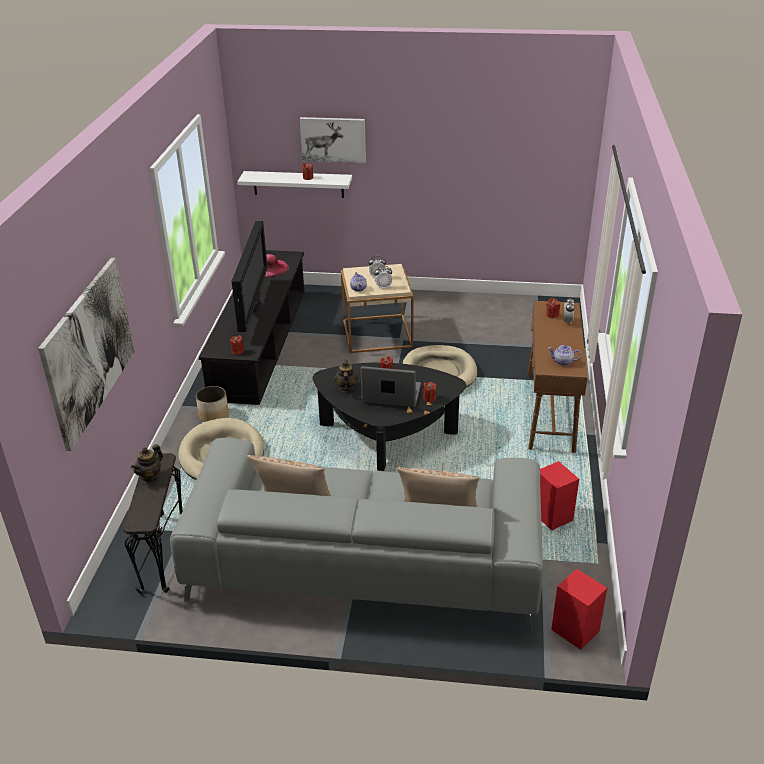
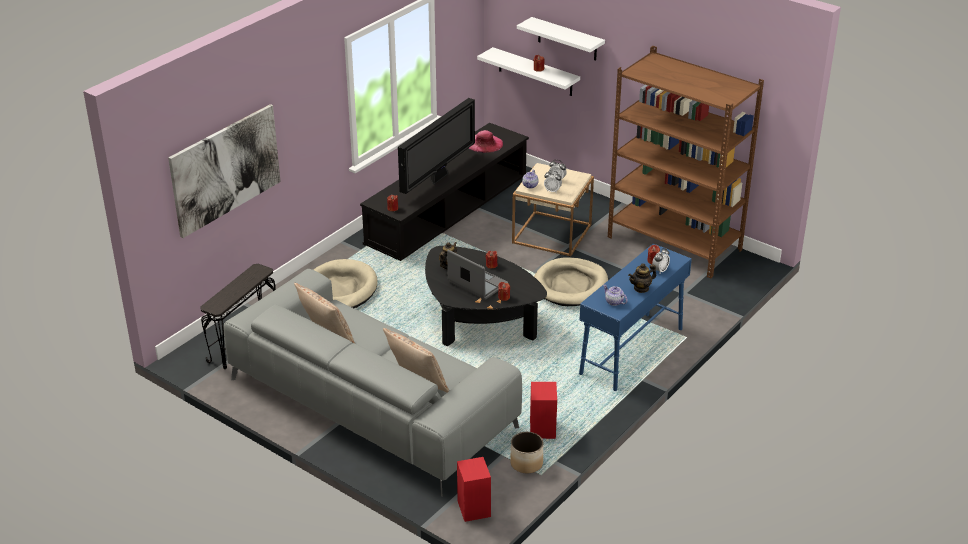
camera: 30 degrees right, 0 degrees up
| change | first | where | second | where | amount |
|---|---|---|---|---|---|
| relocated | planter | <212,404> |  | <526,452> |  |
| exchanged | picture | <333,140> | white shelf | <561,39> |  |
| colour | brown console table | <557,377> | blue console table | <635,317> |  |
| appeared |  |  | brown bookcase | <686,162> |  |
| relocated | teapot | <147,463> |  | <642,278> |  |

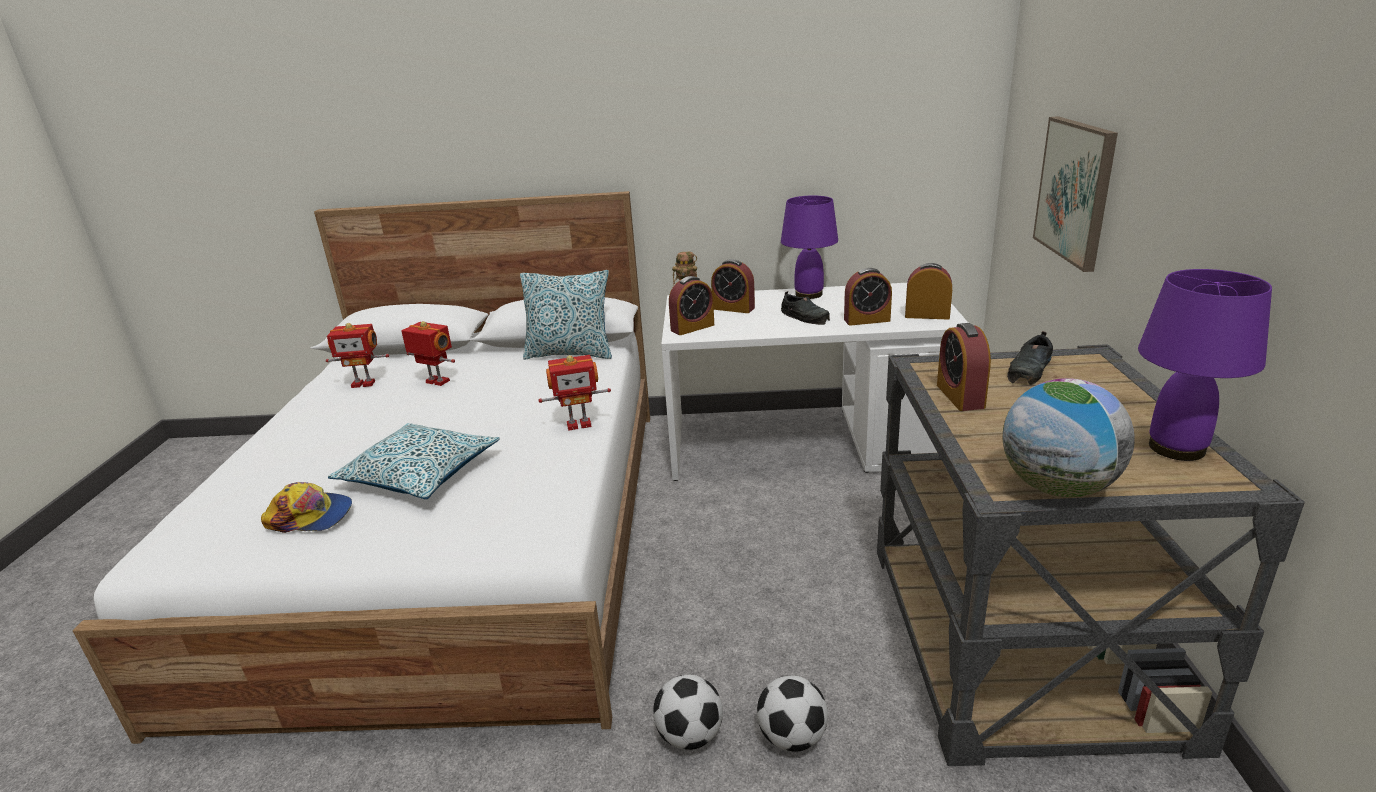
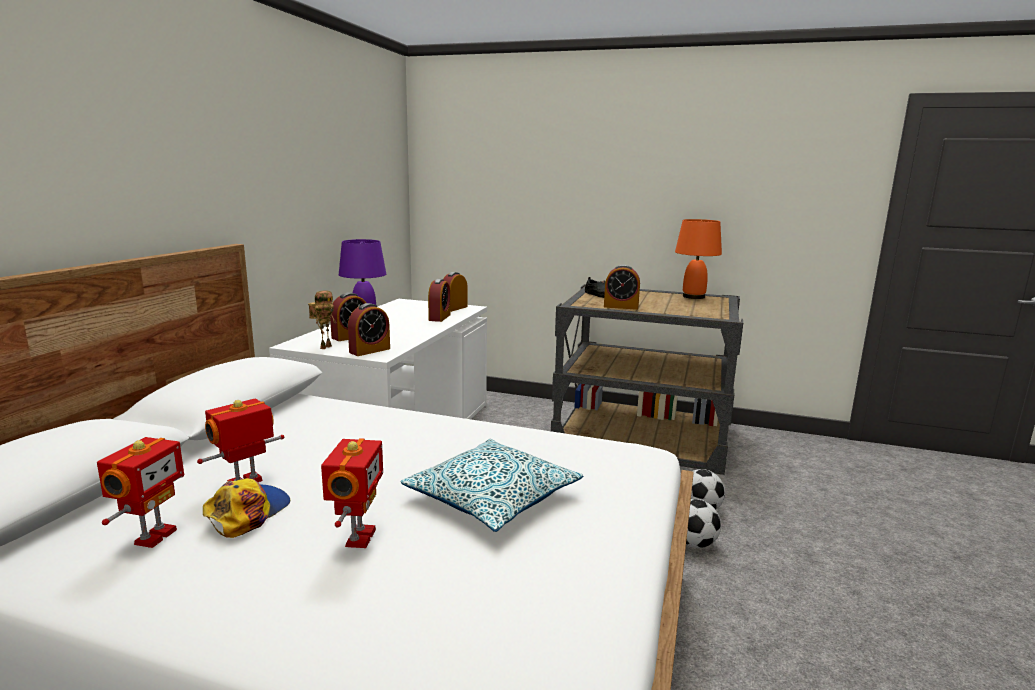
camera: 75 degrees left, 10 degrees down
| change | first | where | second | where | amount |
|---|---|---|---|---|---|
| relocated | cap | <306,507> |  | <246,508> |  |
| relocated | toy robot | <574,393> |  | <352,493> |  |
| spun | alarm clock | <691,305> |  | <369,329> | 60 degrees clockwise |
| colour | purple table lamp | <1205,365> | orange table lamp | <698,259> |  |
| missing | pillow | <566,315> |  |  |  |
| missing | black shoe | <805,308> |  |  |  |
| missing | globe | <1069,437> |  |  |  |
| missing | picture | <1075,194> |  |  |  |

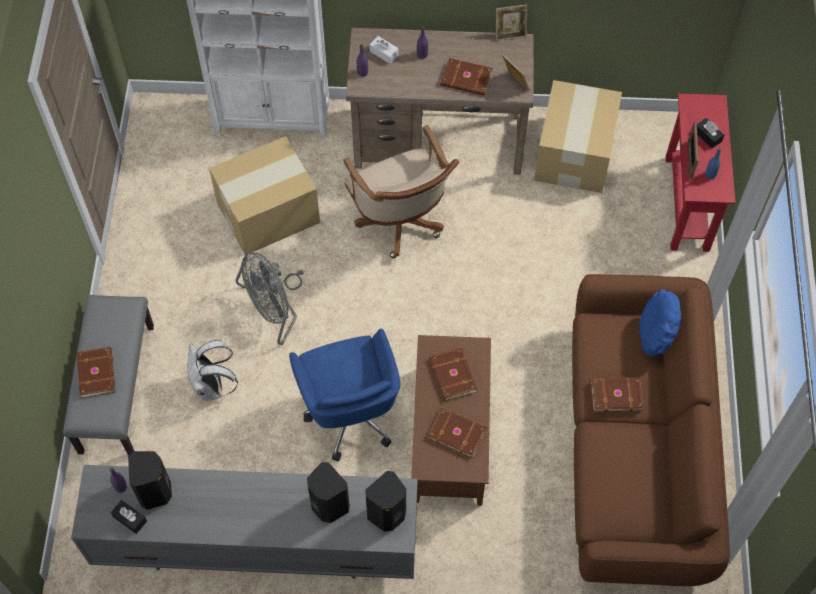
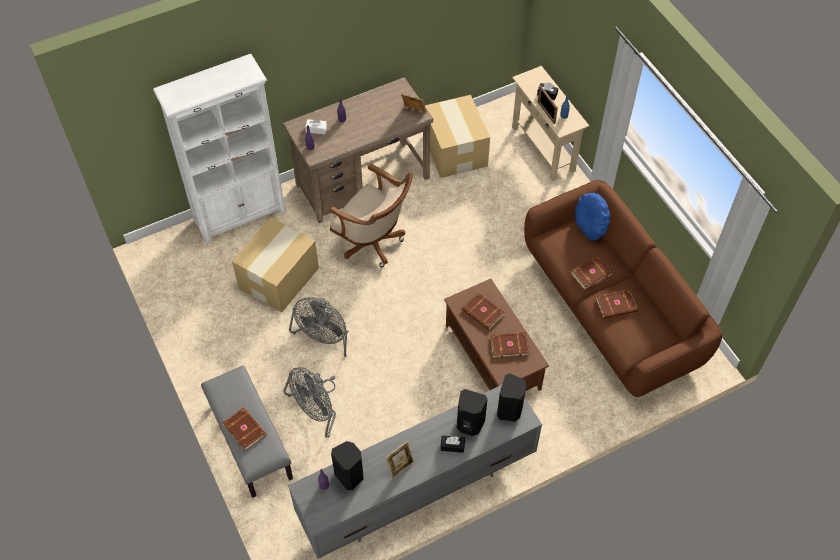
camera: 30 degrees left, 5 degrees down
| change | first | where | second | where | amount |
|---|---|---|---|---|---|
| exchanged | white backpack | <212,370> | grey fan | <309,402> |  |
| relocated | picture frame | <511,23> |  | <399,459> |  |
| relocated | black tissue box | <129,517> |  | <453,444> |  |
| colour | red console table | <700,172> | beige console table | <550,123> |  |
| relocated | brown book | <466,77> |  | <617,304> |  |
| missing | blue office chair | <344,395> |  |  |  |

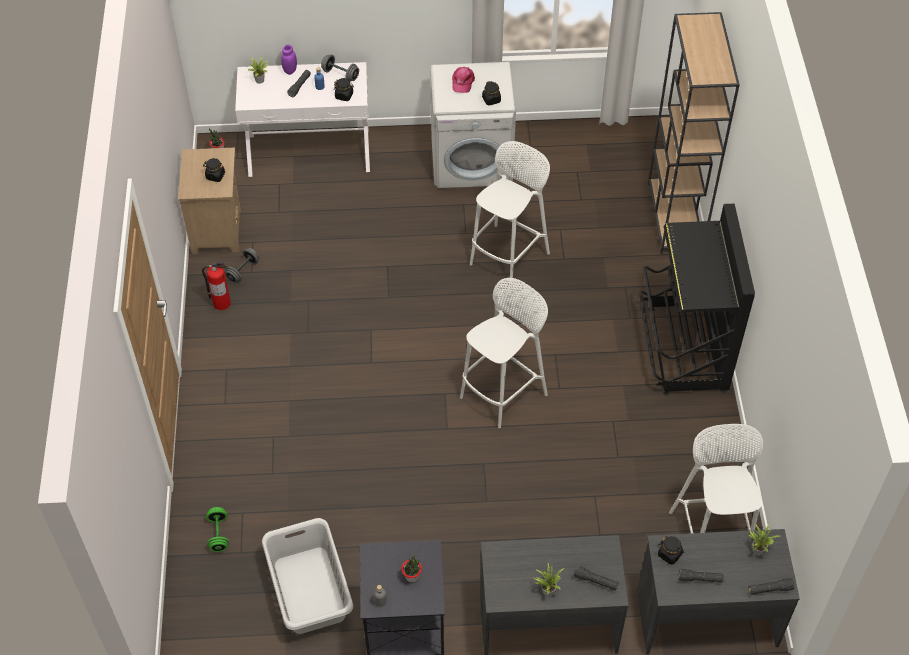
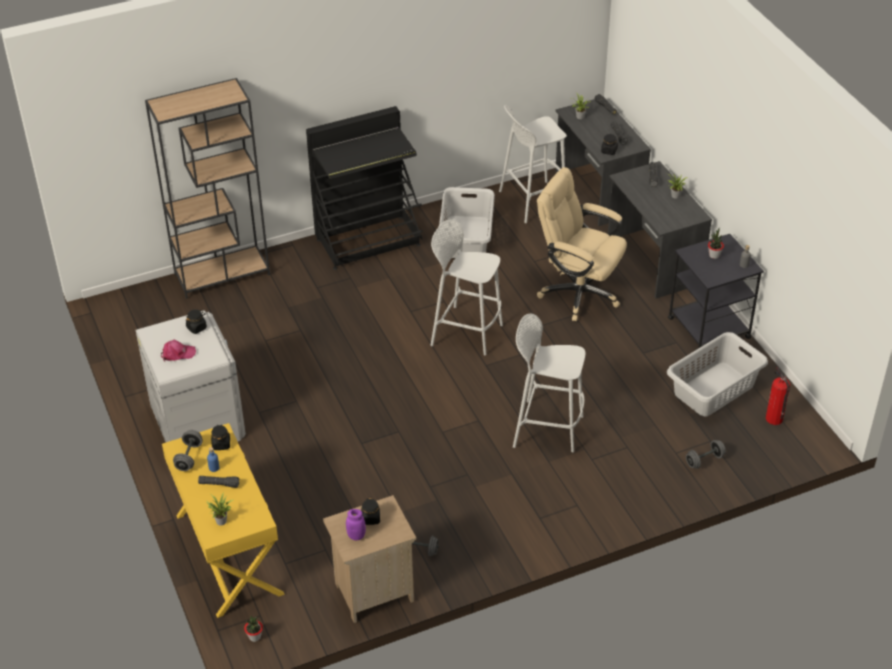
camera: 110 degrees left, 10 degrees down
| change | first | where | second | where | amount |
|---|---|---|---|---|---|
| colour | white console table | <302,119> | yellow console table | <223,520> |  |
| relocated | purple jar | <289,60> |  | <356,524> |  |
| appeared |  |  | grey laundry basket | <467,222> |  |
| relocated | white stool | <510,209> |  | <549,383> |  |
| appeared |  |  | beige office chair | <582,244> |  |
| colour | green dumbbell | <217,529> | grey dumbbell | <706,454> |  |
| relocated | fire extinguisher | <216,286> |  | <778,396> |  |

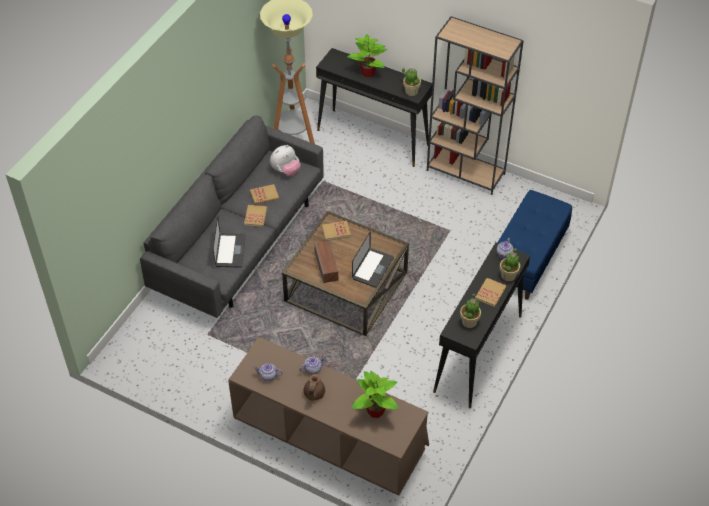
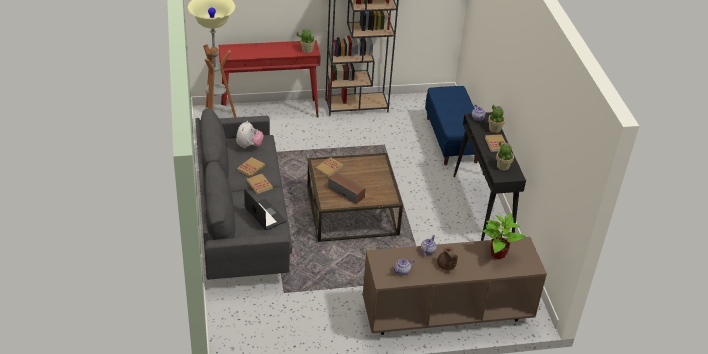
camera: 40 degrees left, 10 degrees down
| change | first | where | second | where | amount |
|---|---|---|---|---|---|
| colour | black console table | <374,107> | red console table | <270,79> |  |
| missing | potted plant | <367,56> |  |  |  |
| missing | laptop | <373,259> |  |  |  |

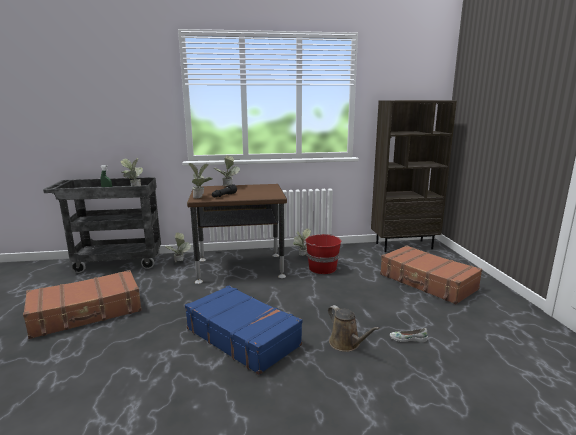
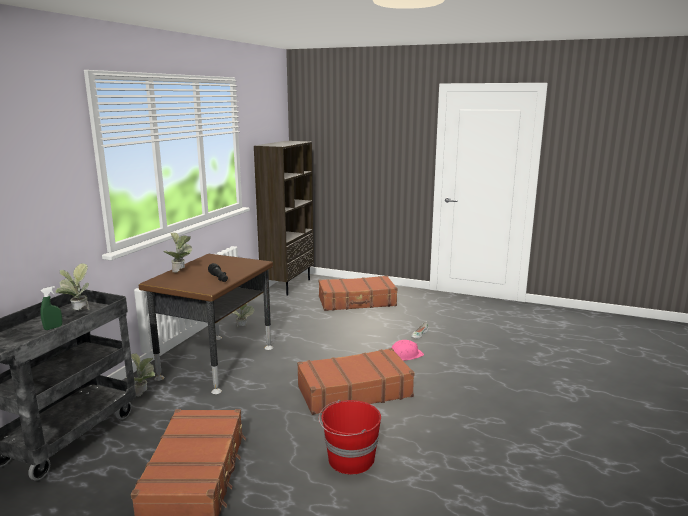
camera: 60 degrees left, 0 degrees up
| change | first | where | second | where | amount |
|---|---|---|---|---|---|
| colour | blue suitcase | <243,330> | brown suitcase | <356,381> |  |
| relocated | red bucket | <322,254> |  | <350,437> |  |
| exchanged | brown watering can | <354,328> | pink hard hat | <407,350> |  |
| missing | potted plant | <200,181> |  |  |  |

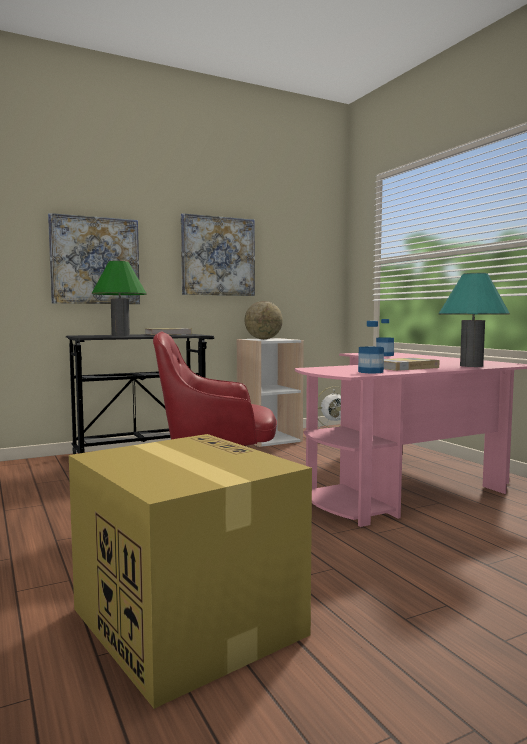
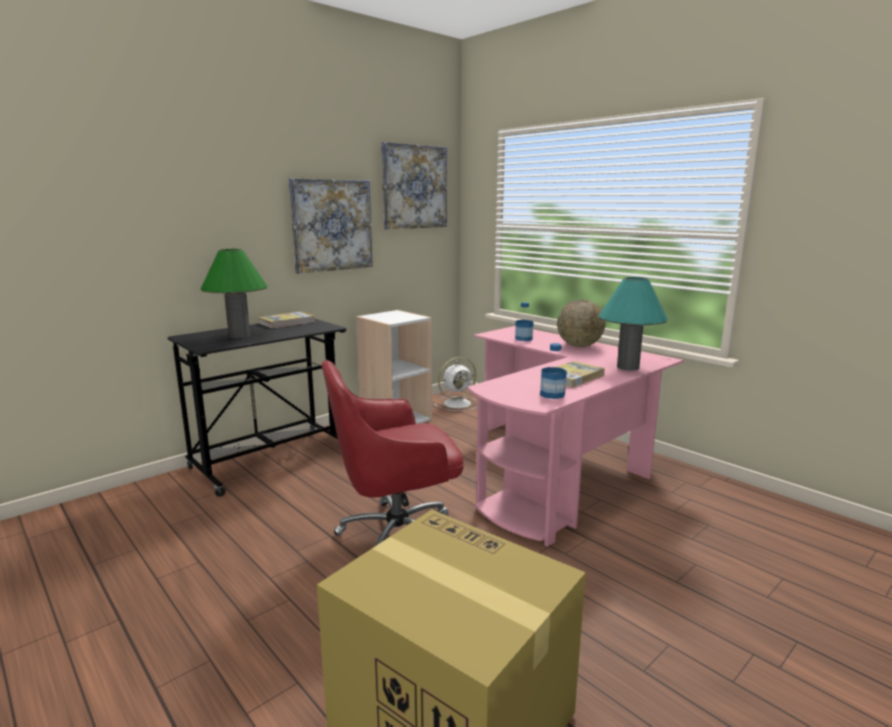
camera: 15 degrees left, 10 degrees up
| change | first | where | second | where | amount |
|---|---|---|---|---|---|
| relocated | picture | <94,258> |  | <414,185> |  |
| relocated | globe | <264,320> |  | <581,323> |  |

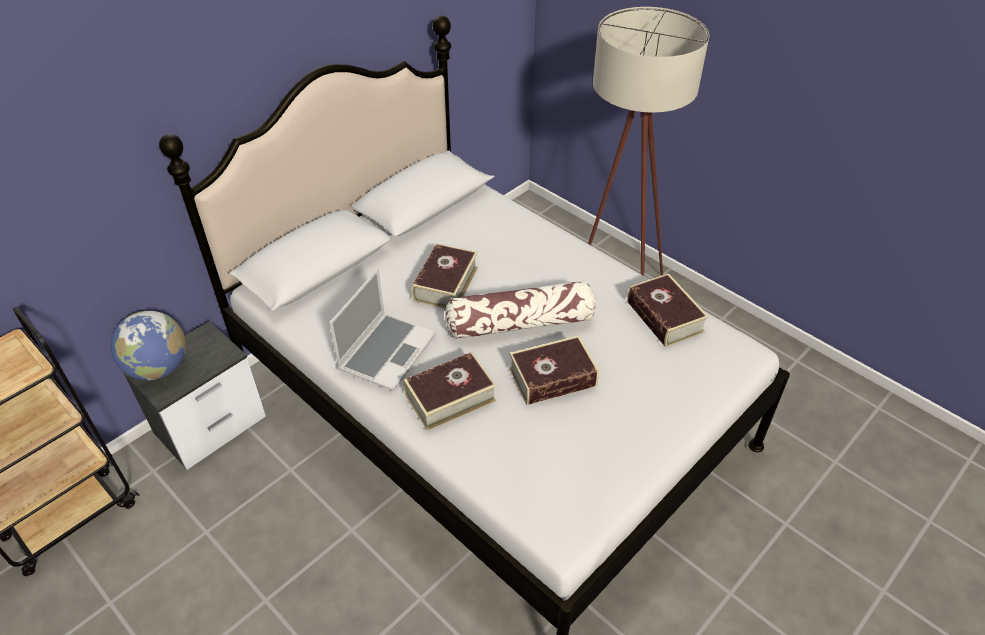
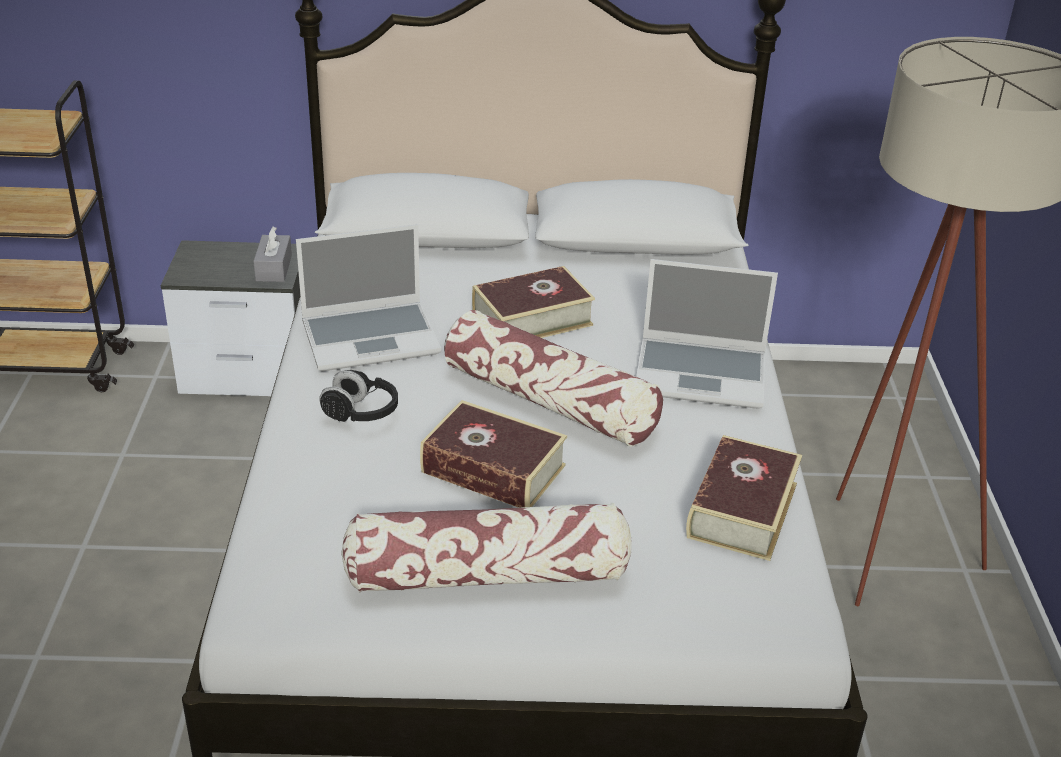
camera: 45 degrees right, 10 degrees down
| change | first | where | second | where | amount |
|---|---|---|---|---|---|
| appeared |  |  | grey tissue box | <272,254> |  |
| exchanged | book | <450,391> | black headphones | <359,396> |  |
| appeared |  |  | pillow | <486,547> |  |
| appeared |  |  | laptop | <707,334> |  |
| missing | globe | <148,345> |  |  |  |

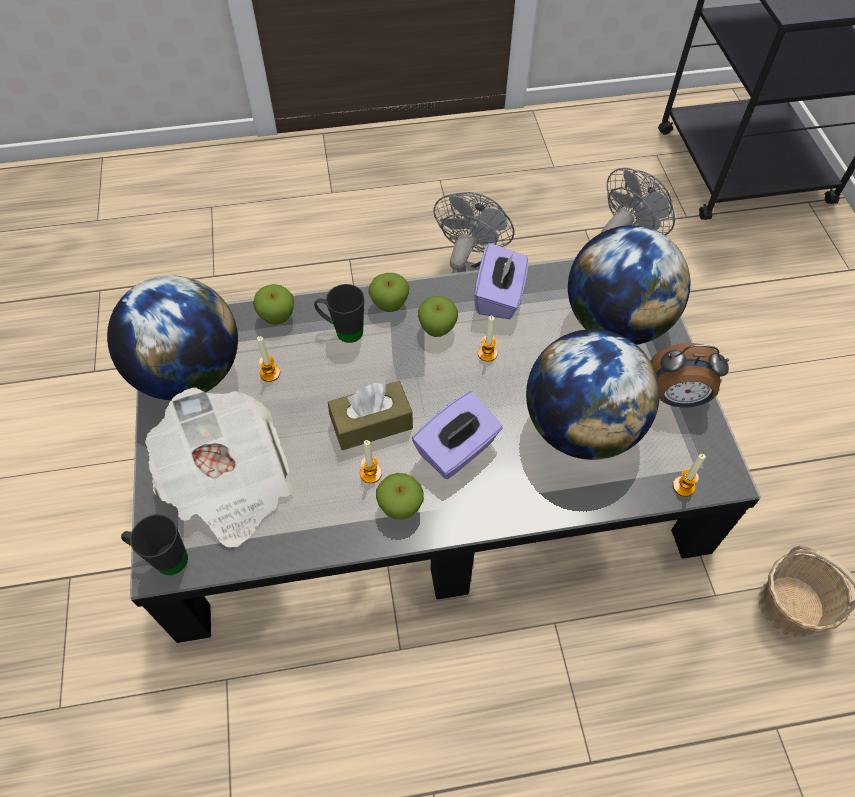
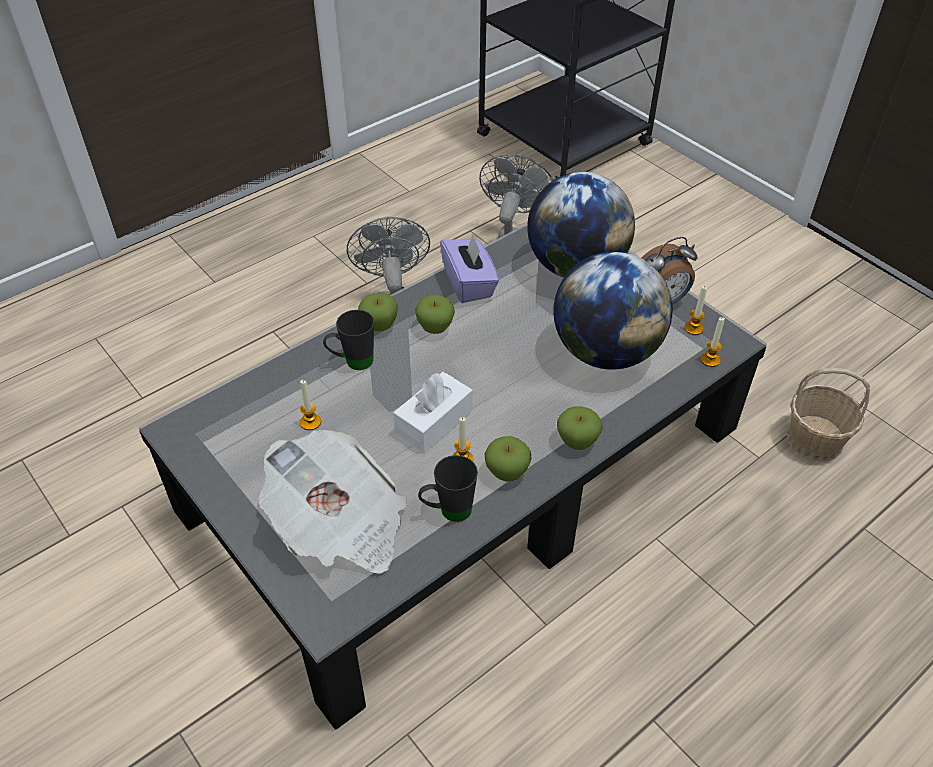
camera: 30 degrees left, 10 degrees down
| change | first | where | second | where | amount |
|---|---|---|---|---|---|
| colour | brown tissue box | <370,415> | white tissue box | <432,412> |  |
| relocated | black mug | <154,544> |  | <448,488> |  |
| relocated | apple | <273,304> |  | <580,428> |  |
| relocated | candle | <488,339> |  | <695,310> |  |
| missing | globe | <172,337> |  |  |  |
| missing | purple tissue box | <457,435> |  |  |  |

